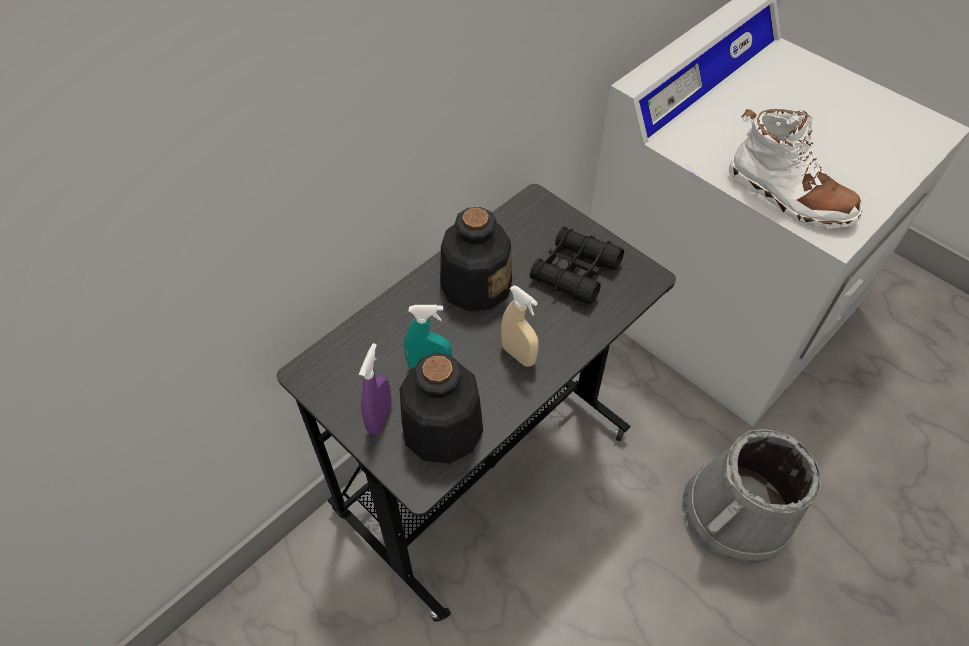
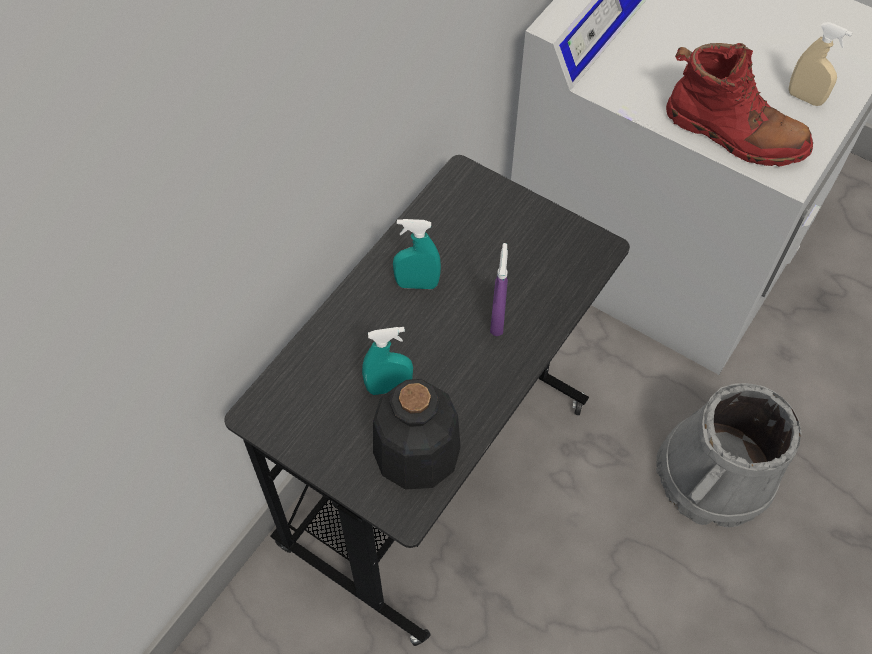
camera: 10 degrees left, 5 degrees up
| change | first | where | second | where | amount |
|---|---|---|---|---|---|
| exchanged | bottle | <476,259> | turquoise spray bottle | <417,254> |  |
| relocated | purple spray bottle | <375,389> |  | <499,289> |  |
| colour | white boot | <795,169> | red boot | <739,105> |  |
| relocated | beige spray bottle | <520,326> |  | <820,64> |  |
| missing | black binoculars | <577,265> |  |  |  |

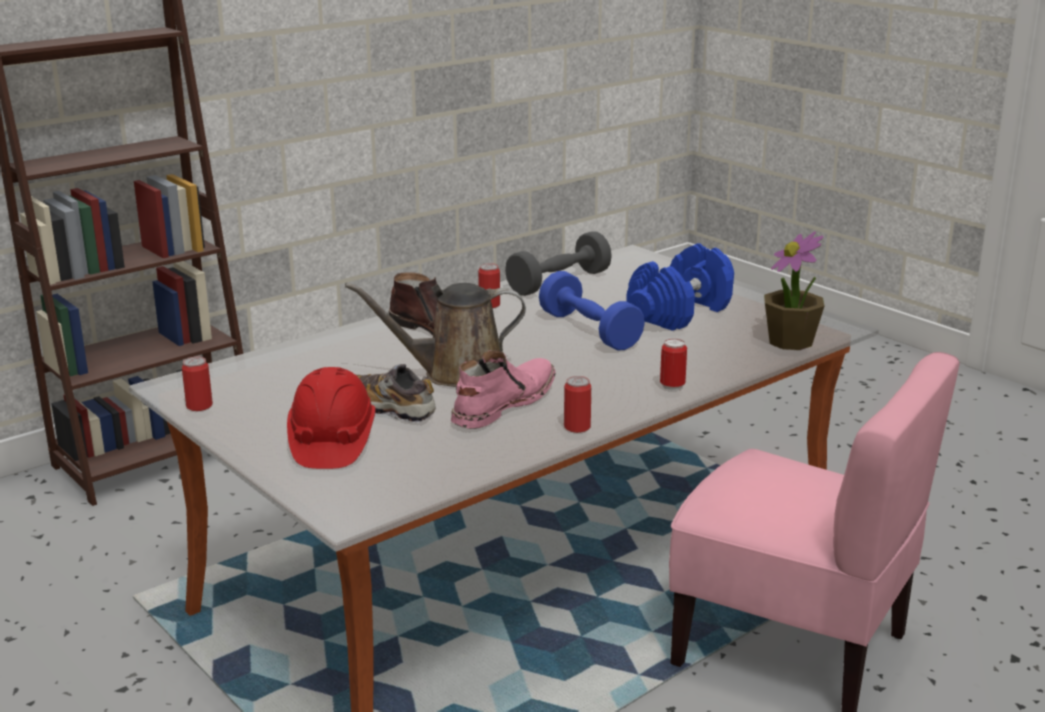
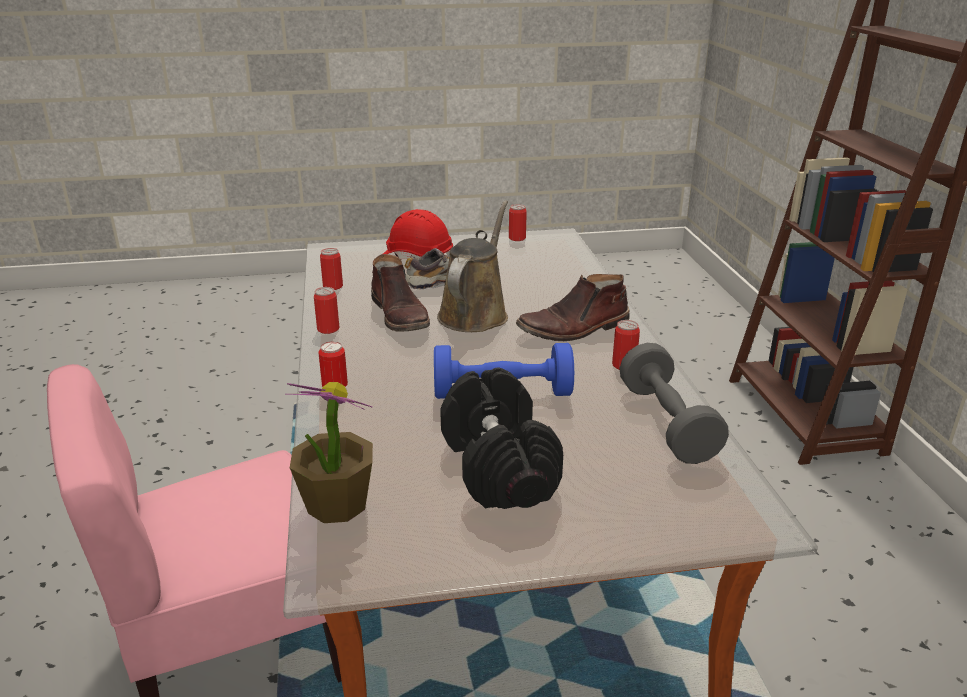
camera: 120 degrees right, 5 degrees up
| change | first | where | second | where | amount |
|---|---|---|---|---|---|
| appeared |  |  | can | <331,269> |  |
| colour | pink boot | <503,389> | brown boot | <400,293> |  |
| colour | blue dumbbell | <680,287> | black dumbbell | <501,438> |  |

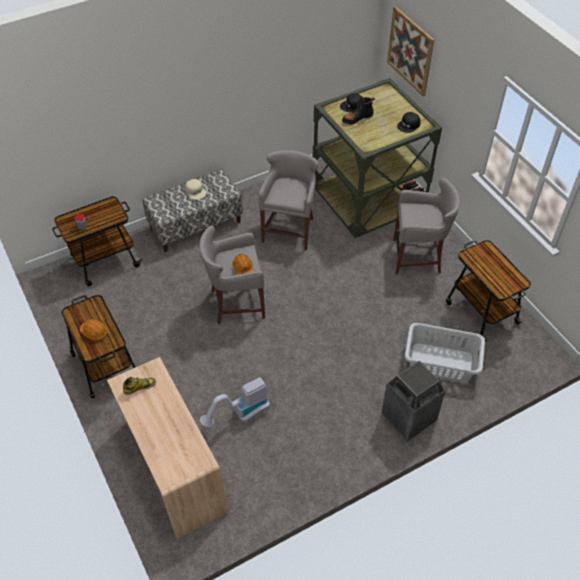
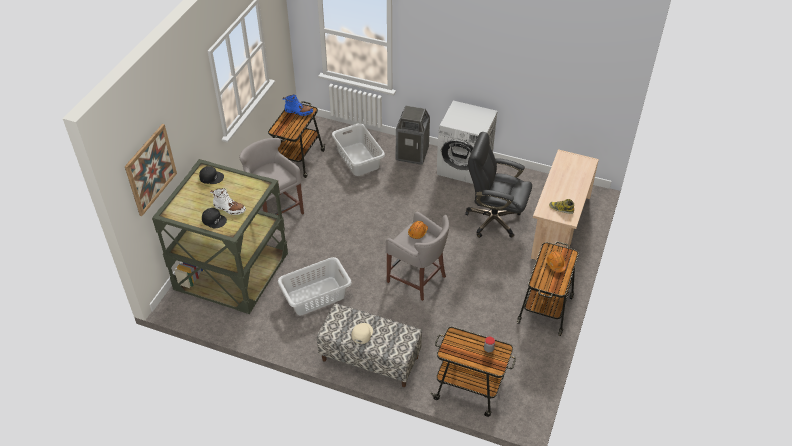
camera: 130 degrees left, 5 degrees down
| change | first | where | second | where | amount |
|---|---|---|---|---|---|
| colour | black boot | <358,110> | white boot | <228,201> |  |
| exchanged | grey stool | <289,200> | grey laundry basket | <315,286> |  |
| appeared |  |  | blue boot | <298,105> |  |
| appeared |  |  | white washing machine | <467,142> |  |
| exchanged | vacuum cleaner | <235,402> | black office chair | <498,185> |  |

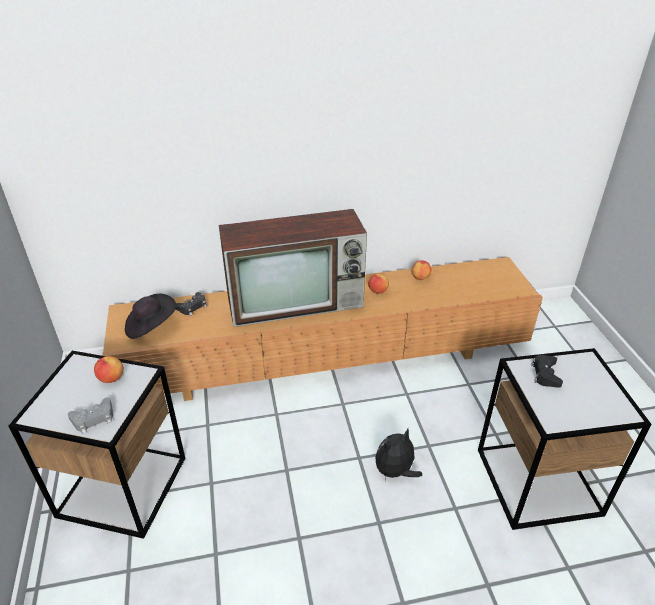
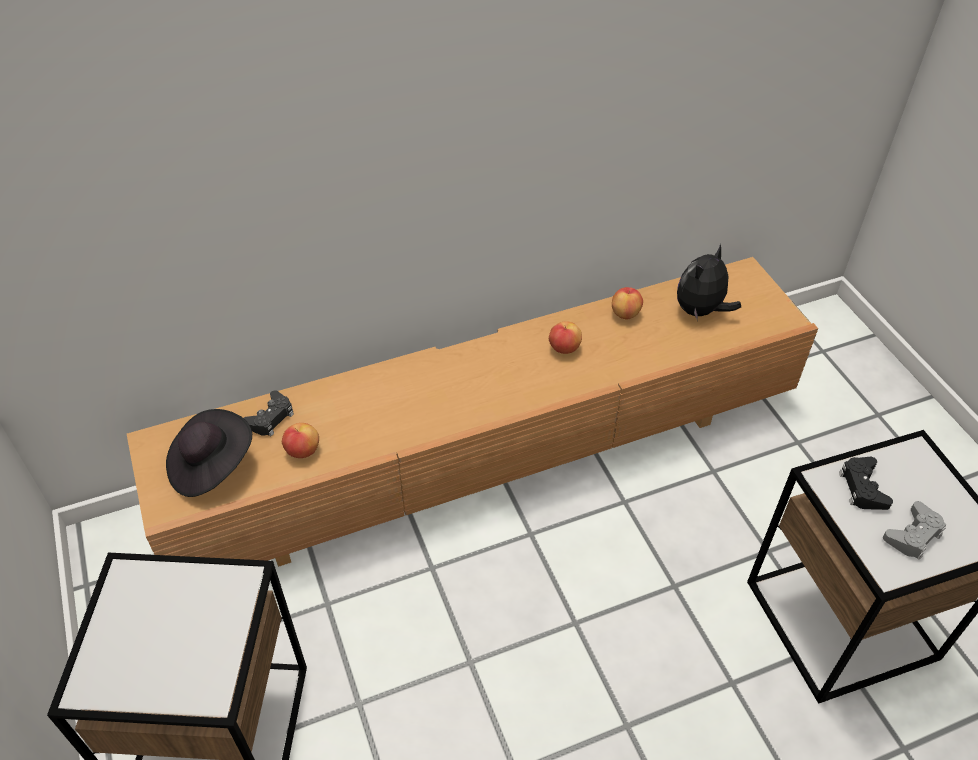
camera: 10 degrees left, 10 degrees up
| change | first | where | second | where | amount |
|---|---|---|---|---|---|
| relocated | apple | <109,369> |  | <300,440> |  |
| relocated | plush toy | <399,455> |  | <709,282> |  |
| relocated | grey game controller | <90,415> |  | <915,530> |  |
| missing | television | <293,268> |  |  |  |

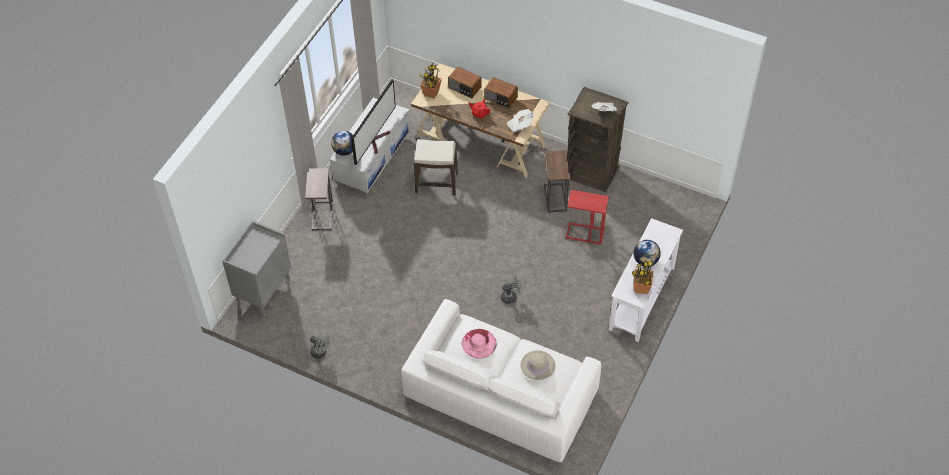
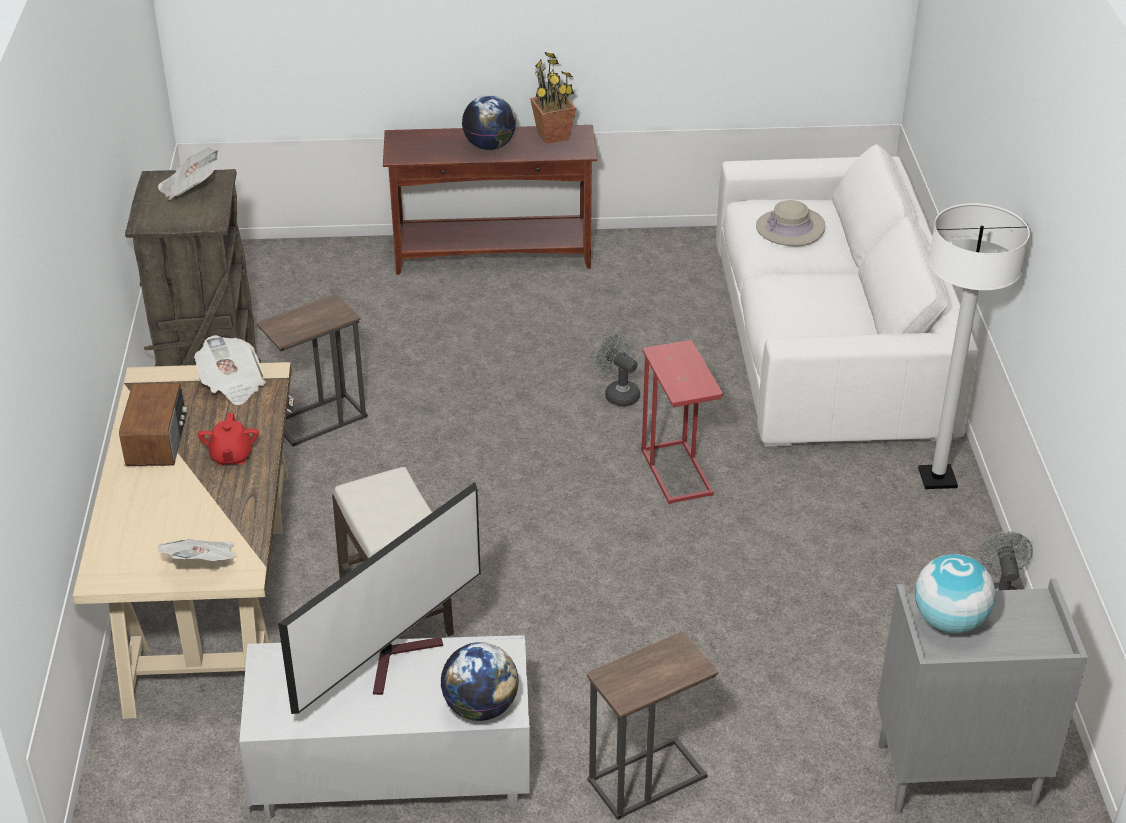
camera: 120 degrees left, 15 degrees down
| change | first | where | second | where | amount |
|---|---|---|---|---|---|
| exchanged | potted plant | <431,80> | newspaper | <197,550> |  |
| spun | television | <373,122> |  | <379,598> | 135 degrees clockwise |
| colour | white console table | <646,280> | brown console table | <490,200> |  |
| relocated | red side table | <587,217> |  | <682,422> |  |
| appeared |  |  | globe | <955,594> |  |
| appeared |  |  | white floor lamp | <974,346> |  |
| missing | radio | <464,82> |  |  |  |
| missing | pink hat | <479,343> |  |  |  |

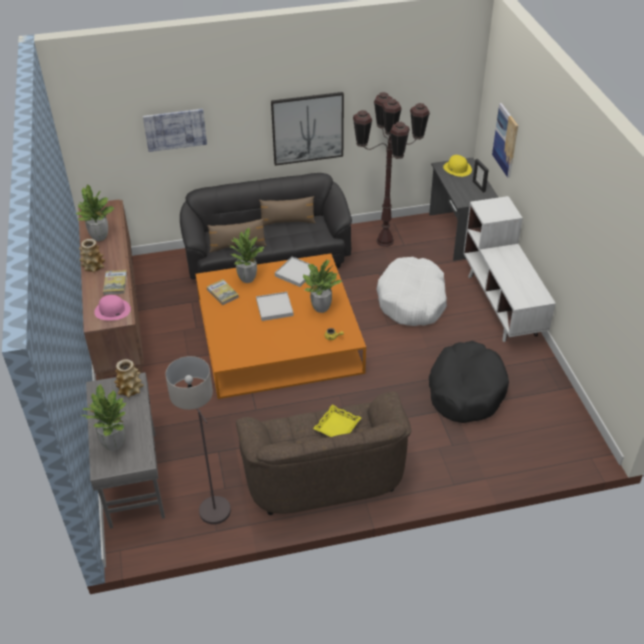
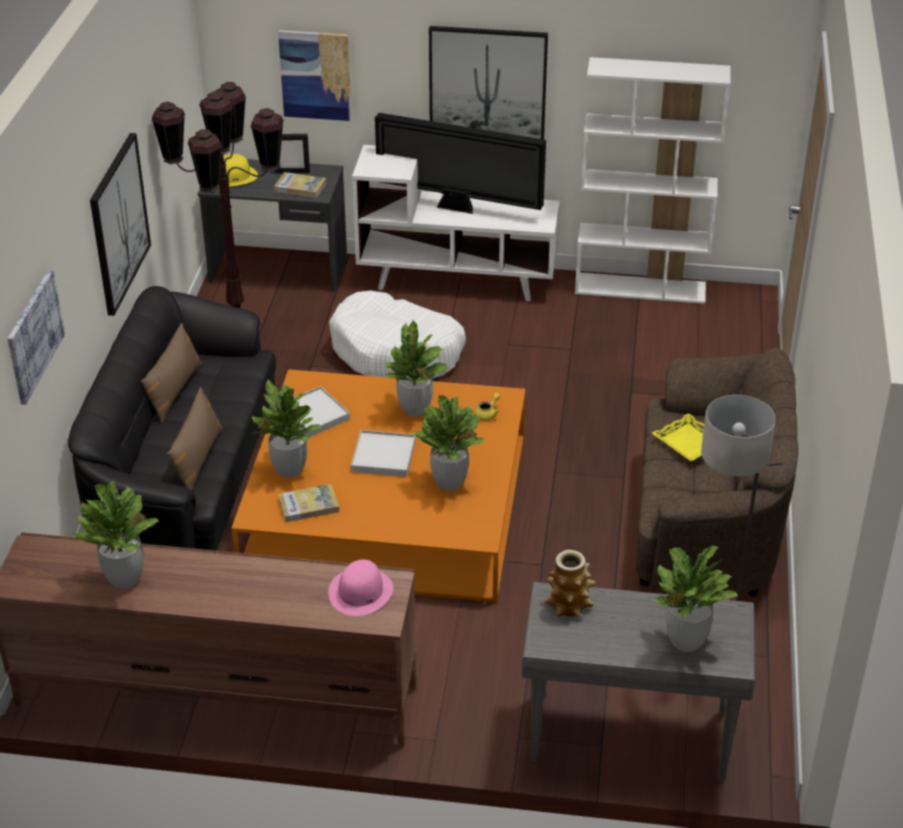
camera: 70 degrees left, 5 degrees down
| change | first | where | second | where | amount |
|---|---|---|---|---|---|
| relocated | book | <115,282> |  | <300,185> |  |
| appeared |  |  | television | <460,163> |  |
| appeared |  |  | potted plant | <449,443> |  |
| appeared |  |  | picture | <488,82> |  |
| appeared |  |  | white bookcase | <653,180> |  |
| missing | vase | <92,255> |  |  |  |
| missing | black dog bed | <469,382> |  |  |  |

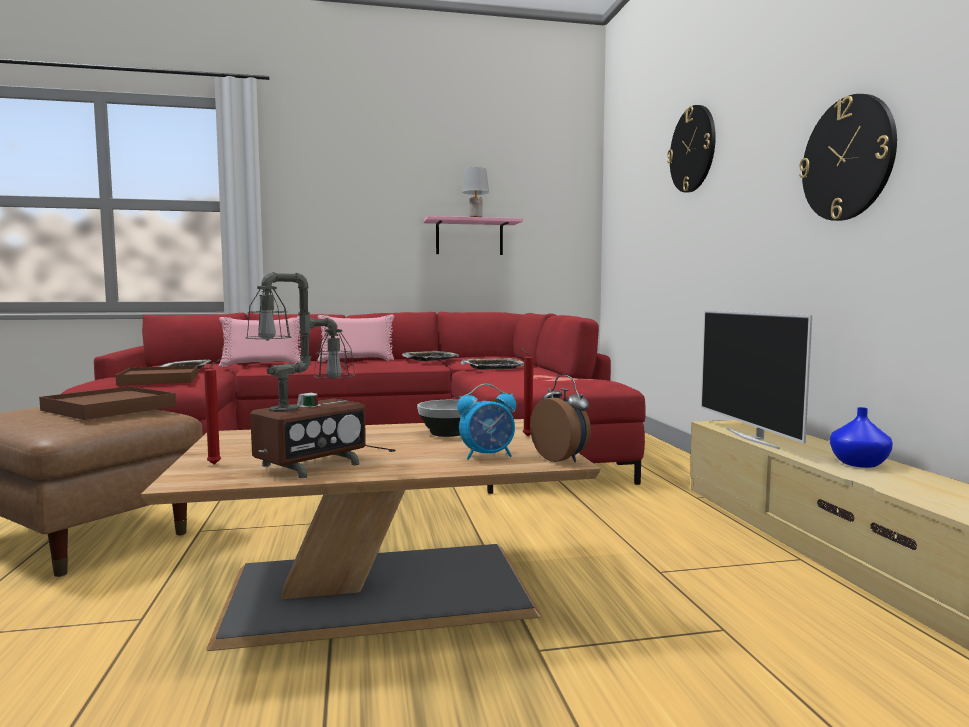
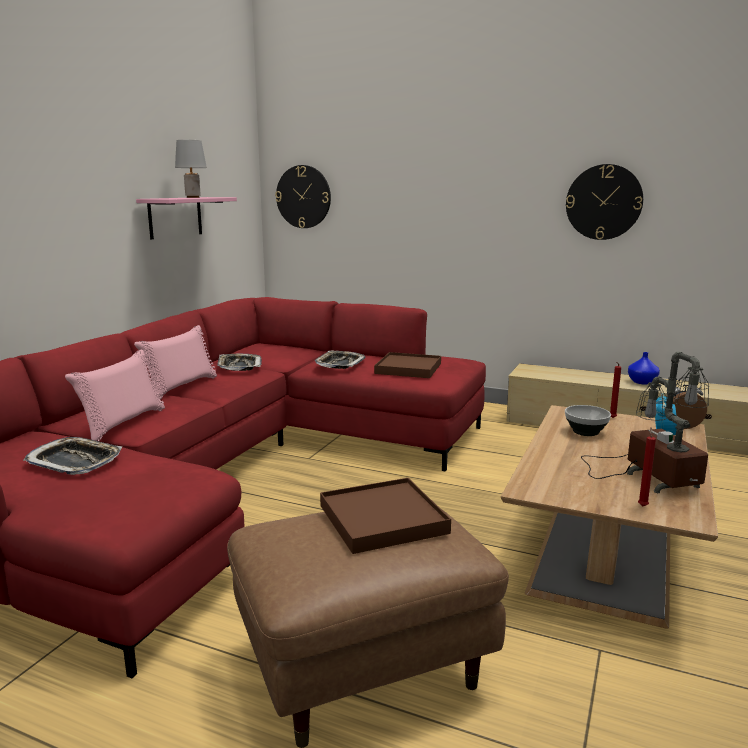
camera: 55 degrees left, 10 degrees up
| change | first | where | second | where | amount |
|---|---|---|---|---|---|
| relocated | wall clock | <691,148> |  | <303,196> |  |
| relocated | brown tray | <157,376> |  | <407,365> |  |
| missing | television | <756,380> |  |  |  |

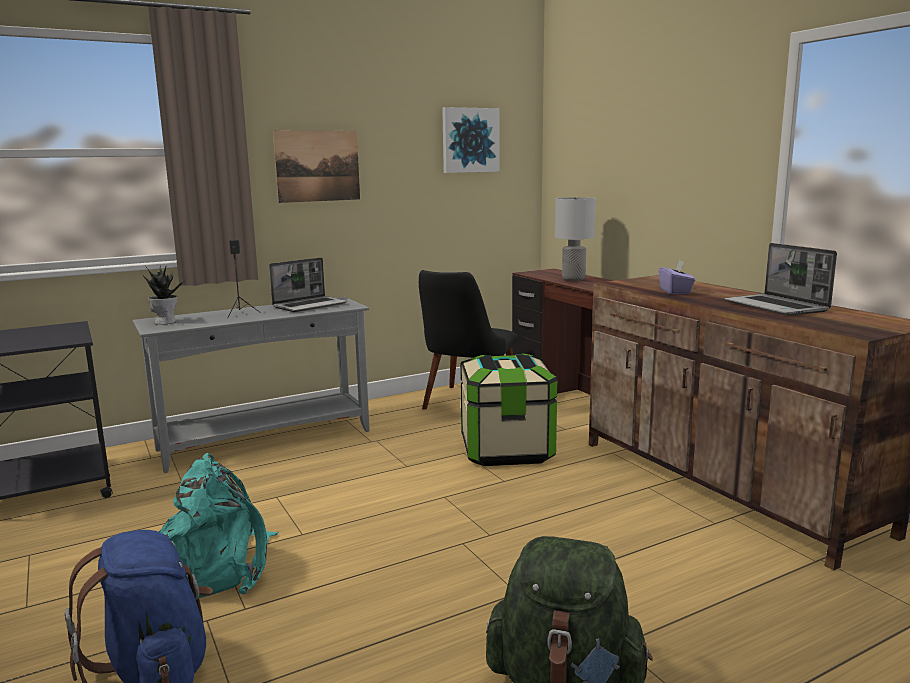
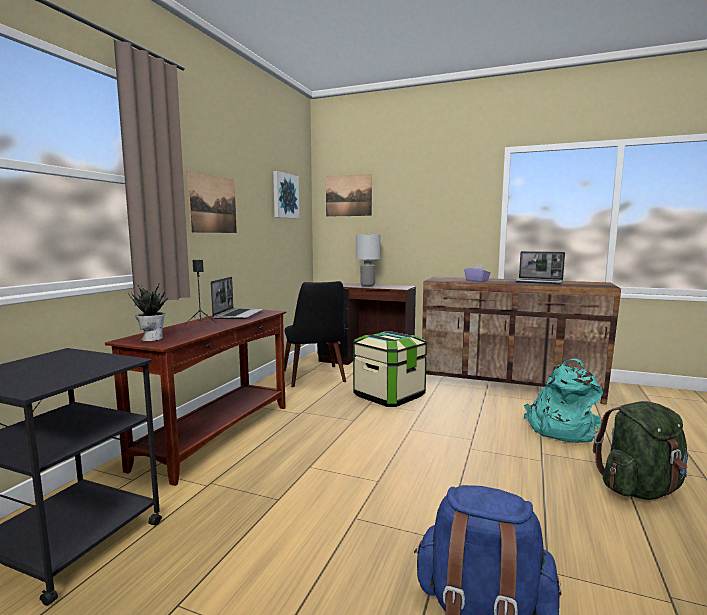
camera: 40 degrees left, 5 degrees down
| change | first | where | second | where | amount |
|---|---|---|---|---|---|
| colour | grey console table | <251,385> | brown console table | <195,398> |  |
| appeared |  |  | picture | <349,195> |  |
| relocated | turquoise backpack | <219,525> |  | <563,401> |  |

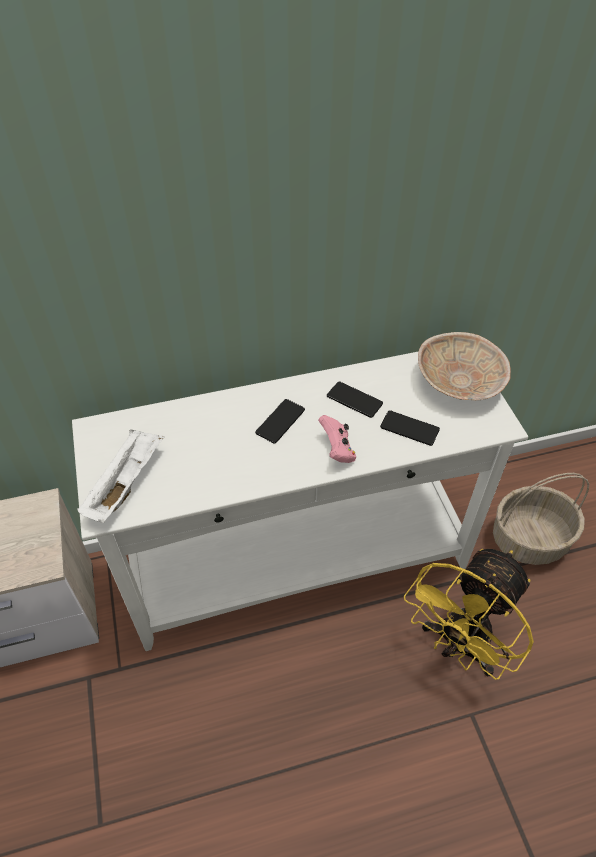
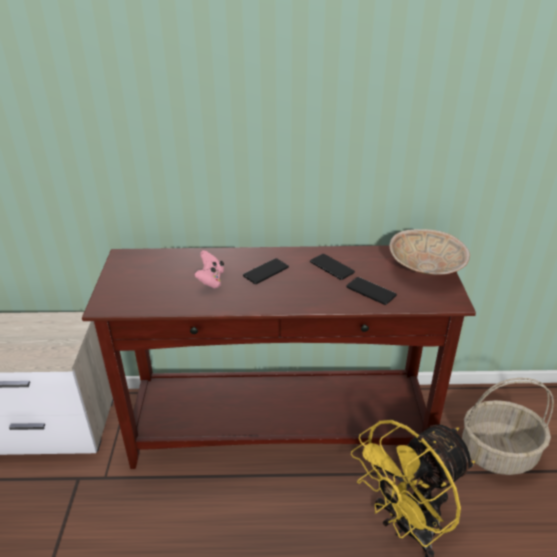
camera: 15 degrees right, 15 degrees down
| change | first | where | second | where | amount |
|---|---|---|---|---|---|
| colour | white console table | <300,501> | brown console table | <279,357> |  |
| relocated | pink game controller | <337,439> |  | <209,269> |  |
| missing | white tray | <120,476> |  |  |  |

